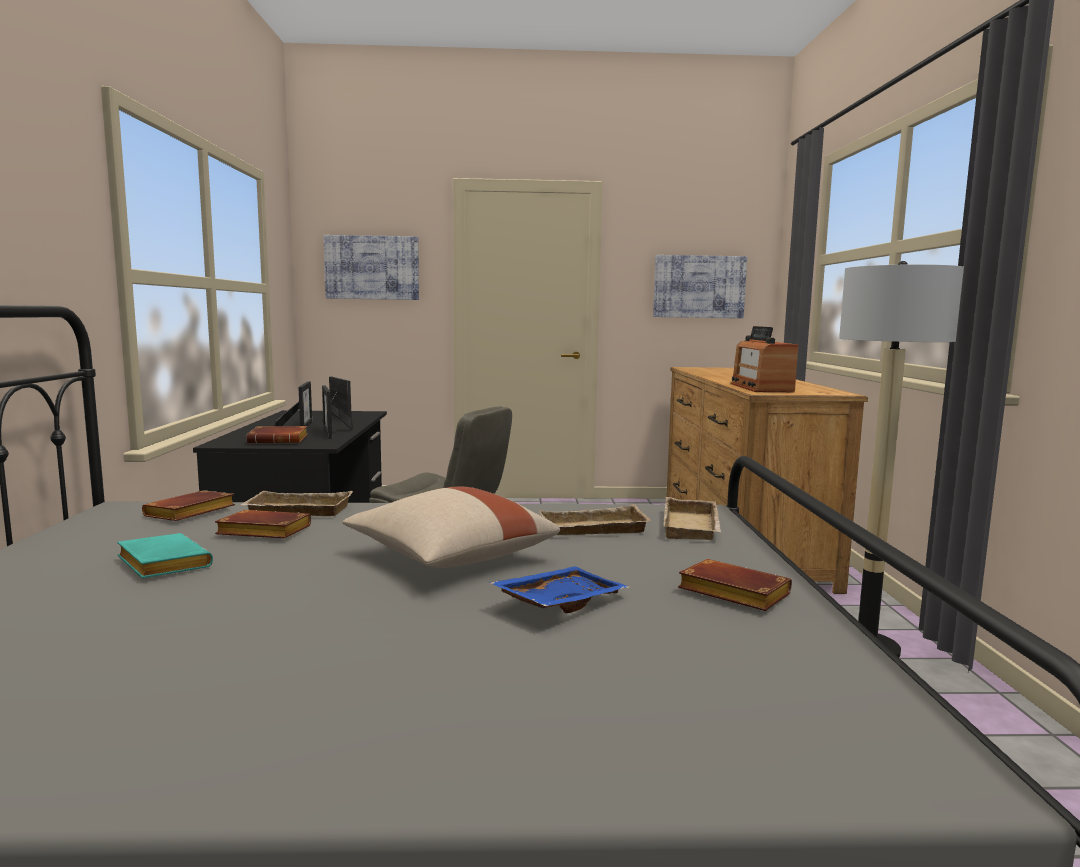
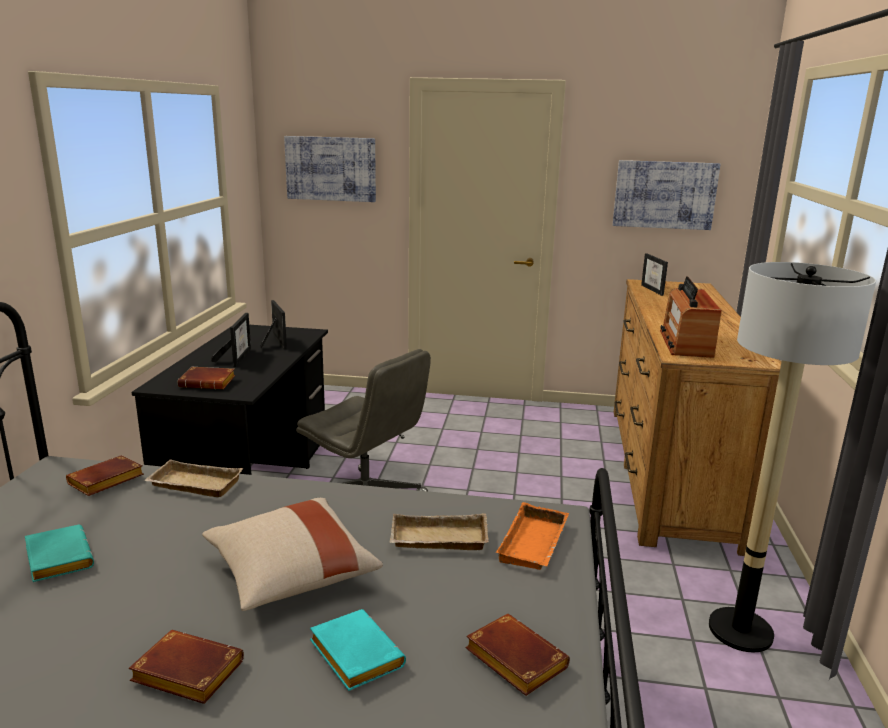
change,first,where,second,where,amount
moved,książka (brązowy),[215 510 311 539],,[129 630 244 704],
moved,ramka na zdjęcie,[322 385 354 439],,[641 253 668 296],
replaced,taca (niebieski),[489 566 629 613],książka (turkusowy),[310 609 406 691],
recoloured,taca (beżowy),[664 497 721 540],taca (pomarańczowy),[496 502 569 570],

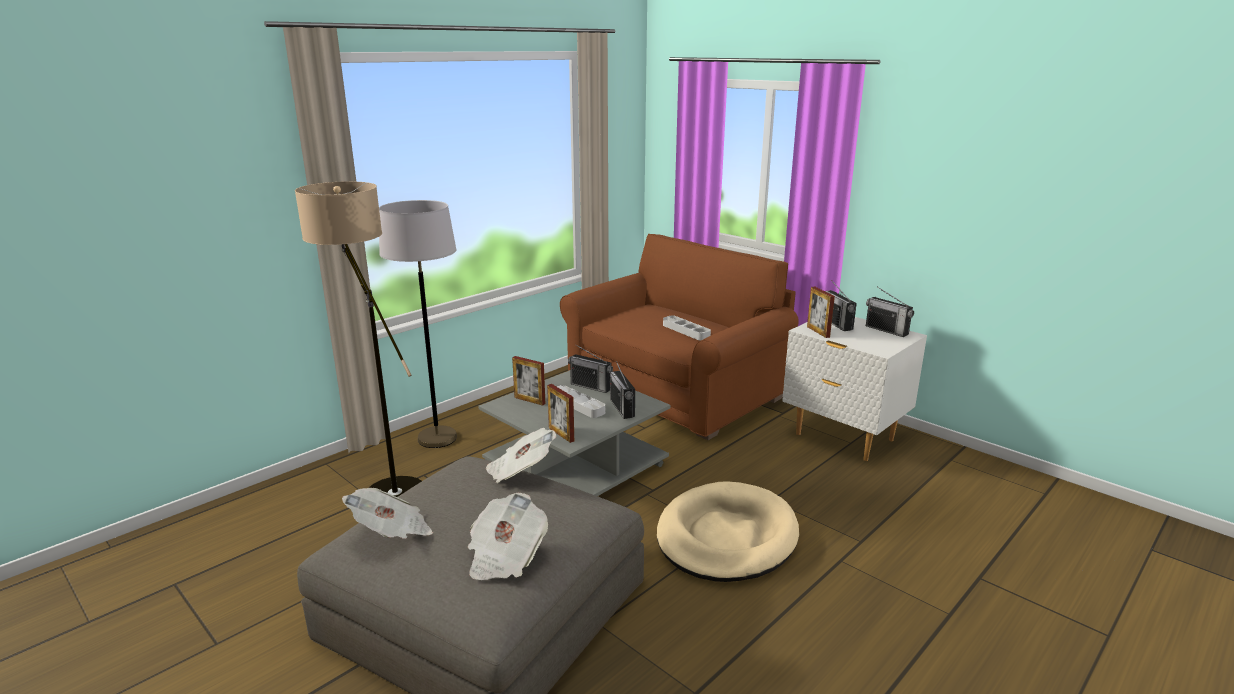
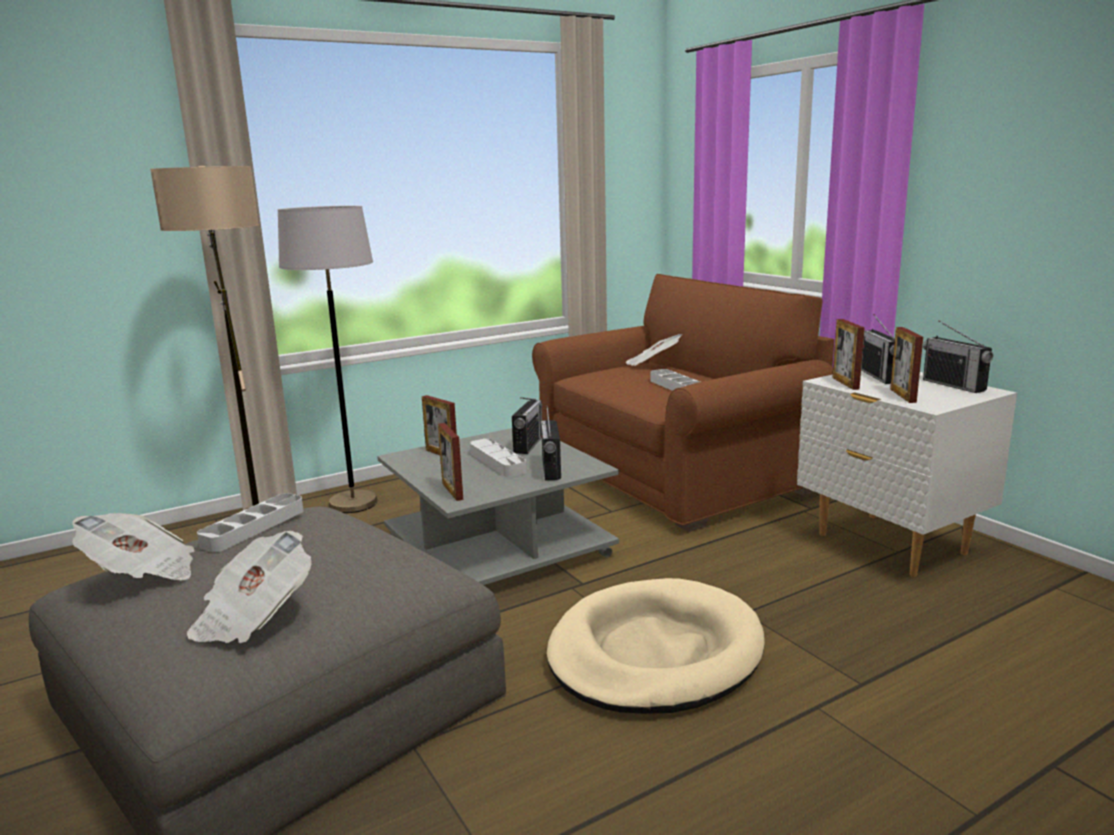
change,first,where,second,where,amount
moved,gazeta,[486 428 556 483],,[625 334 683 366],
turned,radio,[568 345 613 393],,[512 397 542 454],120 degrees counterclockwise
added,,,taca (szary),[197 493 304 552],
added,,,ramka na zdjęcie,[890 327 923 403],

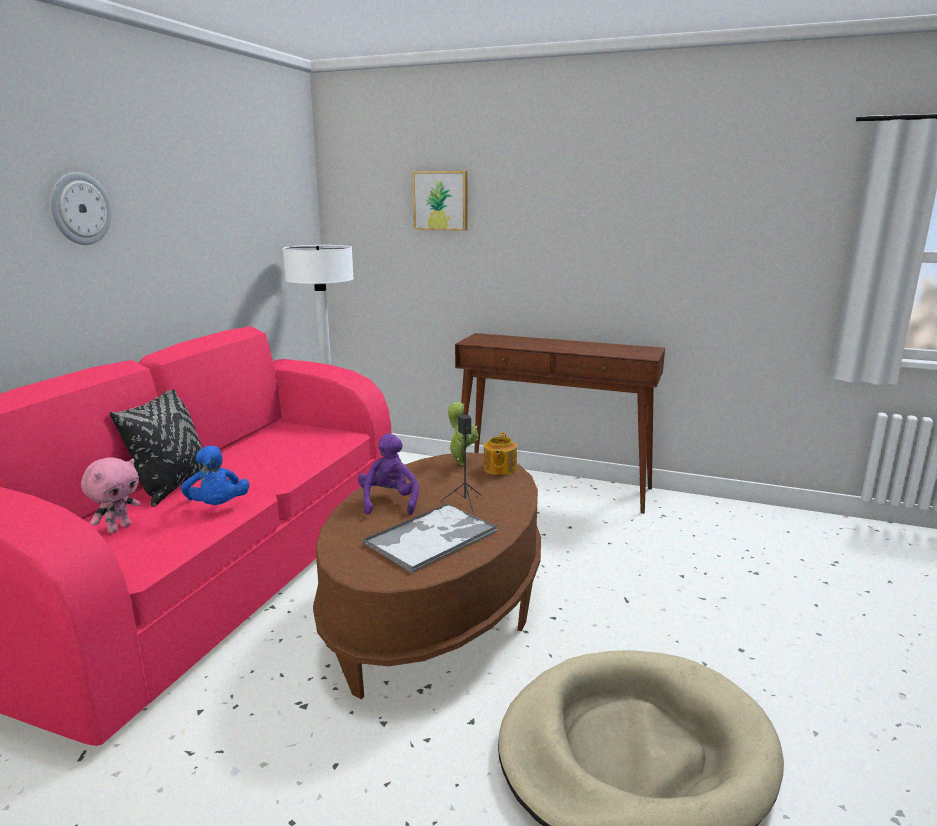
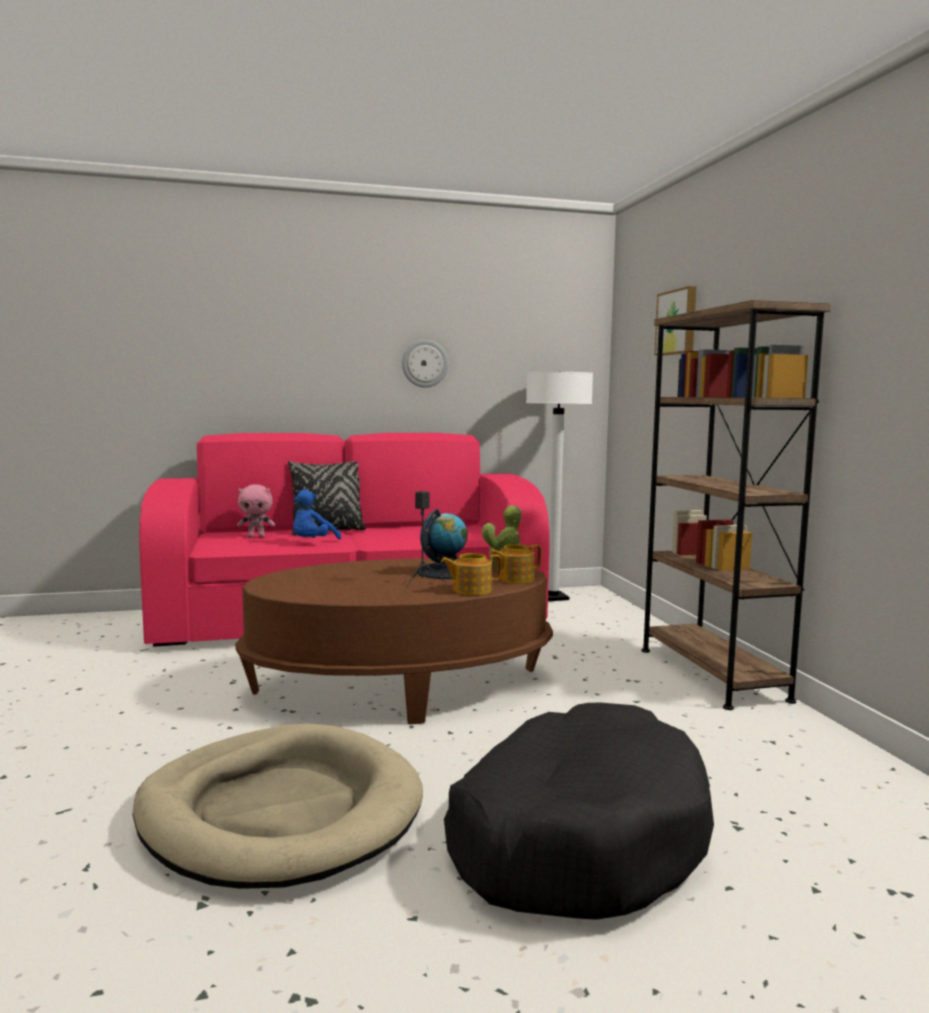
change,first,where,second,where,amount
moved,zegar ścienny,[50 172 112 245],,[402 340 448 388],
removed,pluszak (fioletowy),[358 433 419 515],,,
removed,taca,[363 503 498 574],,,
replaced,stolik konsolowy (brązowy),[455 333 665 514],regał (brązowy),[641 300 831 710],
added,,,globus,[417 509 468 579],
added,,,imbryk,[441 553 502 595],
added,,,legowisko (czarny),[444 703 714 920],

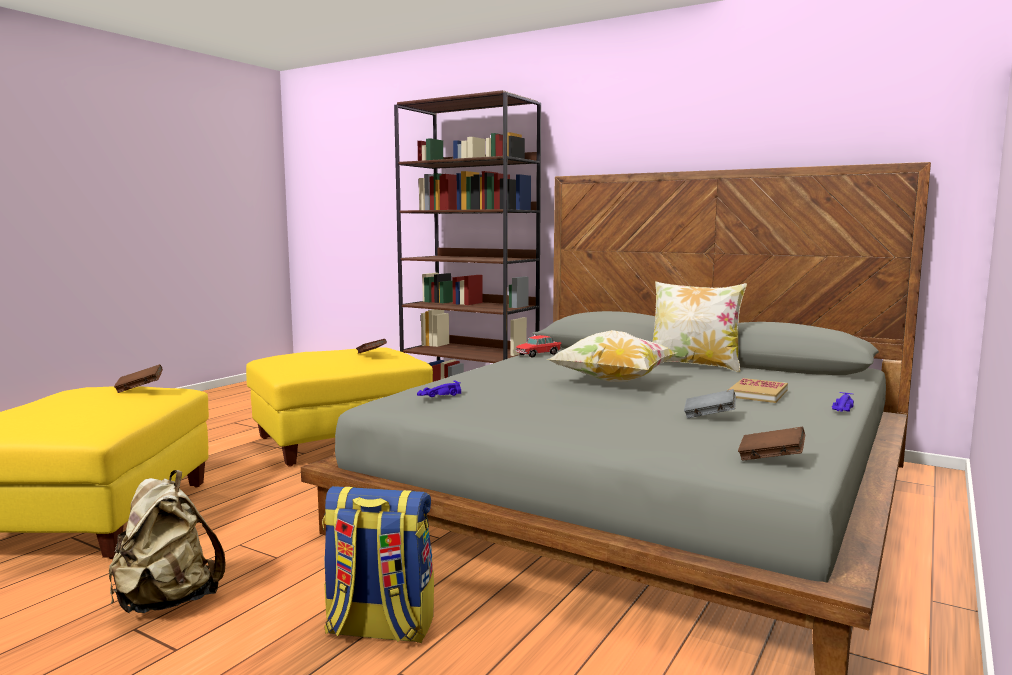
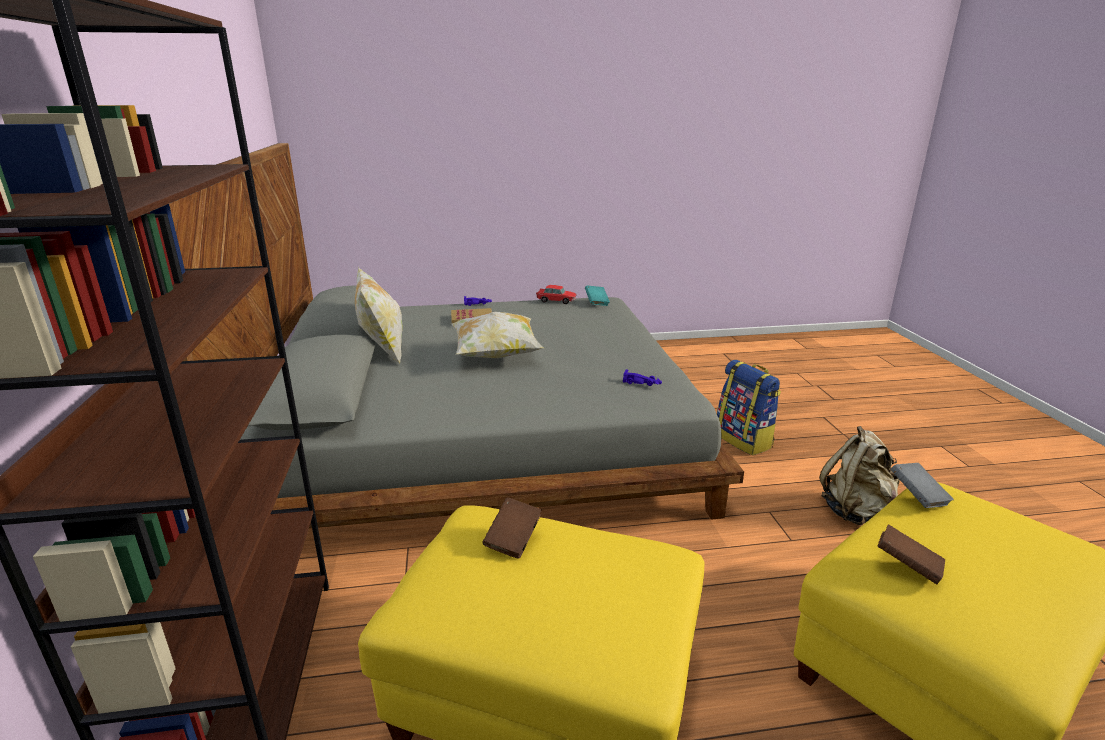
change,first,where,second,where,amount
moved,samochodzik,[515 335 562 358],,[536 285 577 304],
moved,książka (szary),[684 389 736 418],,[891 463 954 508],
recoloured,książka (brązowy),[738 427 805 460],książka (turkusowy),[585 286 610 306],

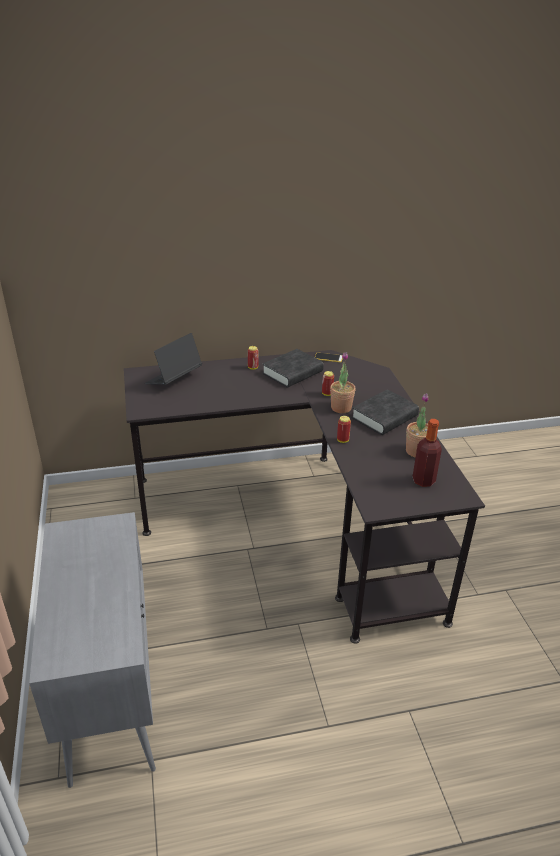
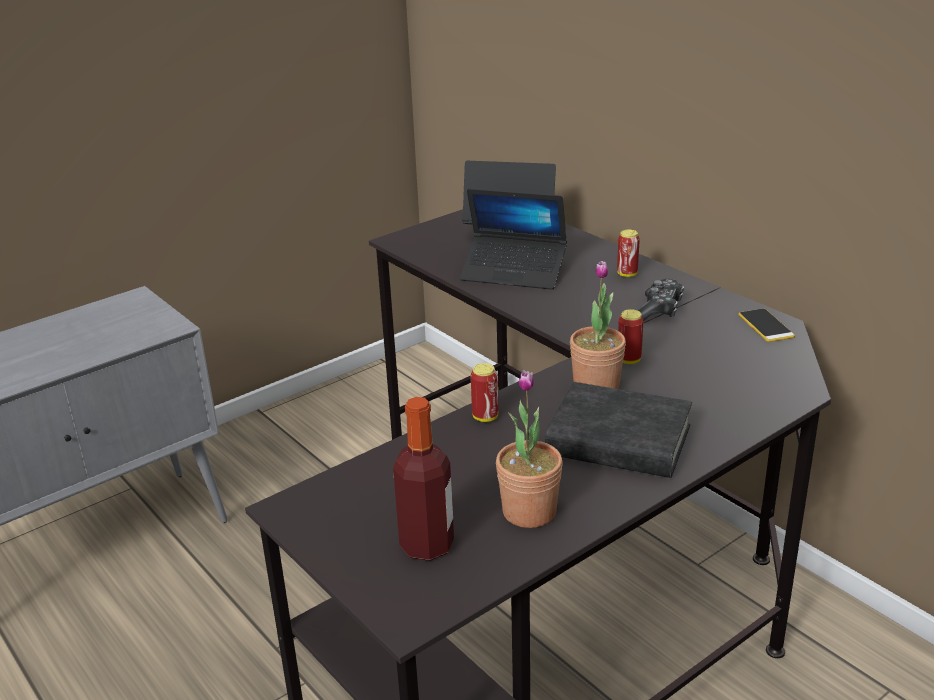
change,first,where,second,where,amount
replaced,książka (czarny),[262 349 324 388],pad do gier,[637 279 684 321],
added,,,laptop,[459 189 567 290],

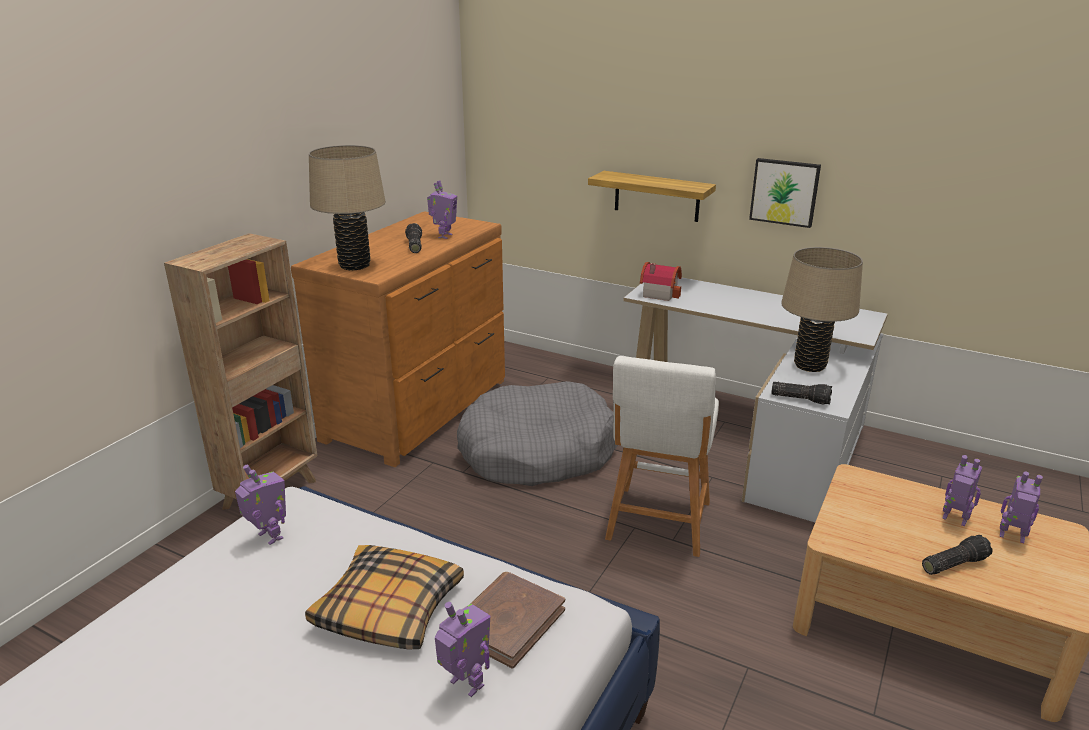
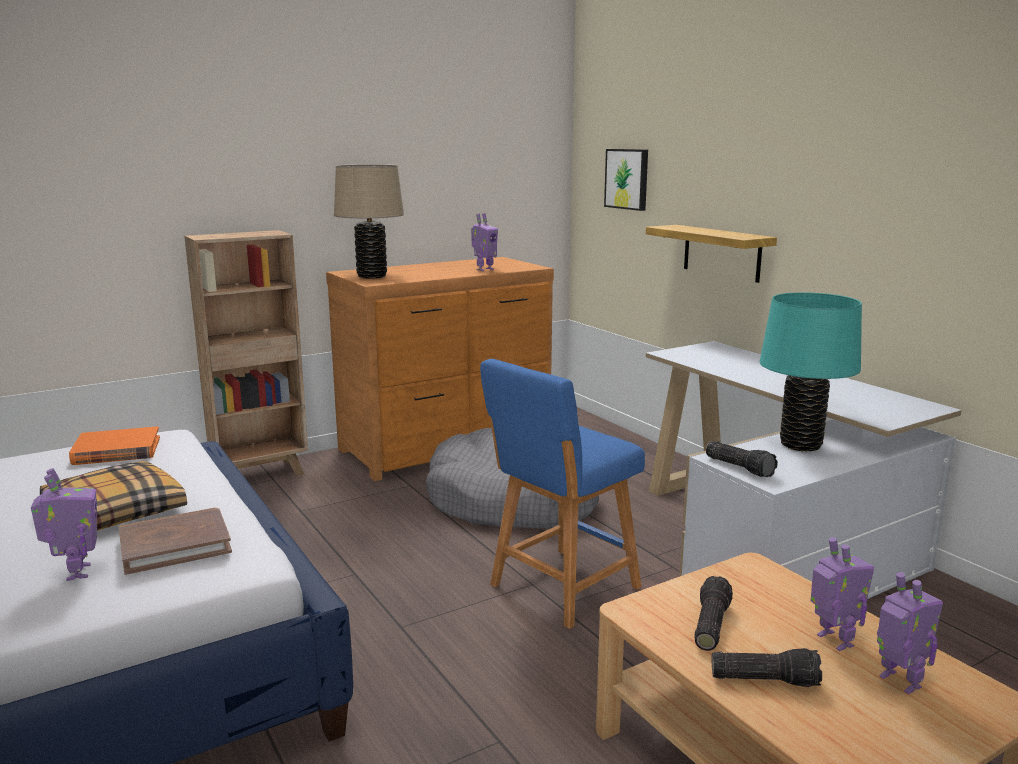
change,first,where,second,where,amount
replaced,robot zabawkowy,[235 465 286 545],książka (pomarańczowy),[69 426 160 465],
moved,latarka,[405 223 422 253],,[694 576 733 651],
recoloured,stołek (biały),[605 356 719 557],stołek (niebieski),[480 359 645 629],
removed,domek,[640 262 682 301],,,
moved,obraz,[749 158 821 228],,[604 149 648 211],
recoloured,lampa stołowa (beżowy),[781 247 863 372],lampa stołowa (turkusowy),[760 292 862 452],

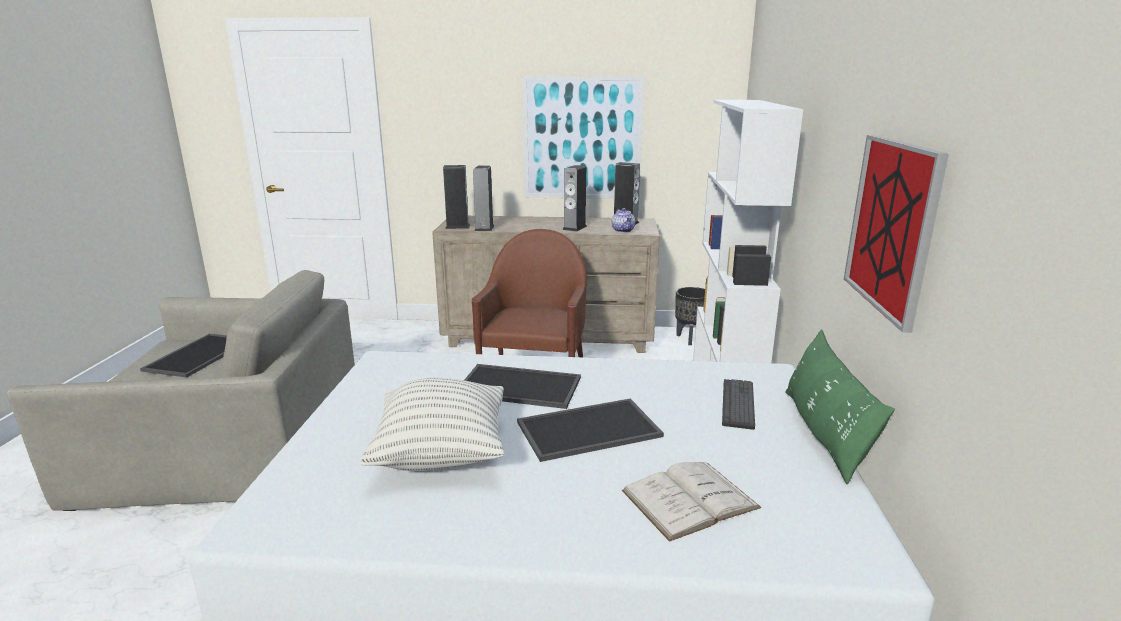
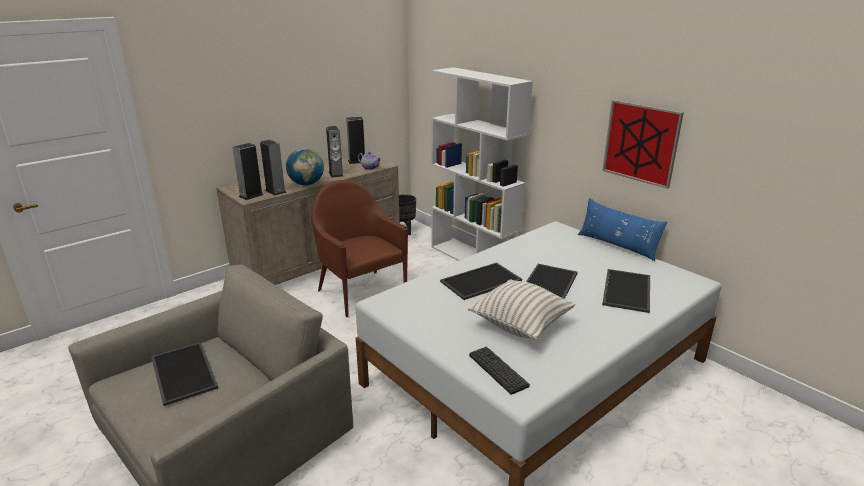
change,first,where,second,where,amount
removed,obraz,[522 76 645 199],,,
replaced,książka (biały),[622 462 761 542],taca,[602 269 650 313],
moved,klawiatura,[722 379 755 430],,[469 347 530 395],
recoloured,poduszka (zielony),[785 330 895 484],poduszka (niebieski),[578 198 667 261],
added,,,globus,[286 148 324 185],

